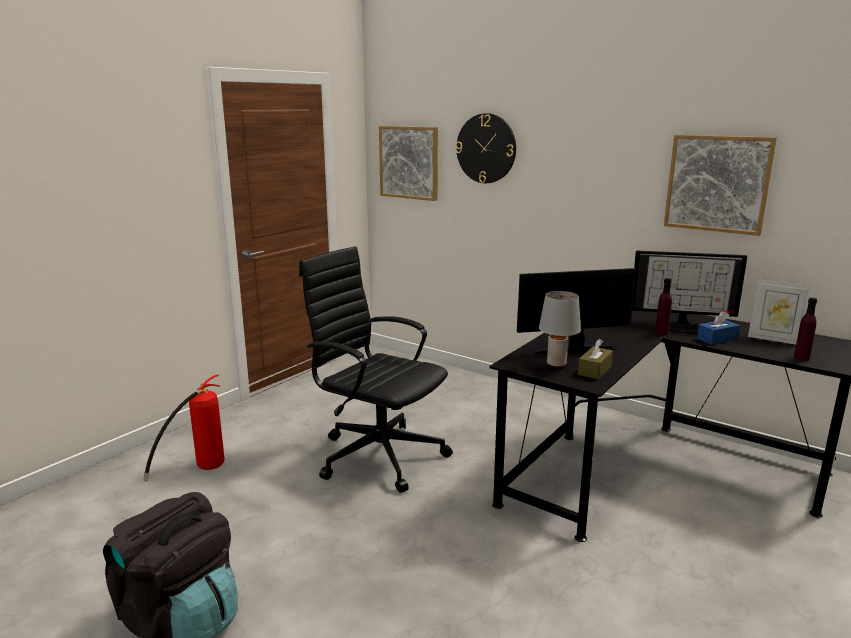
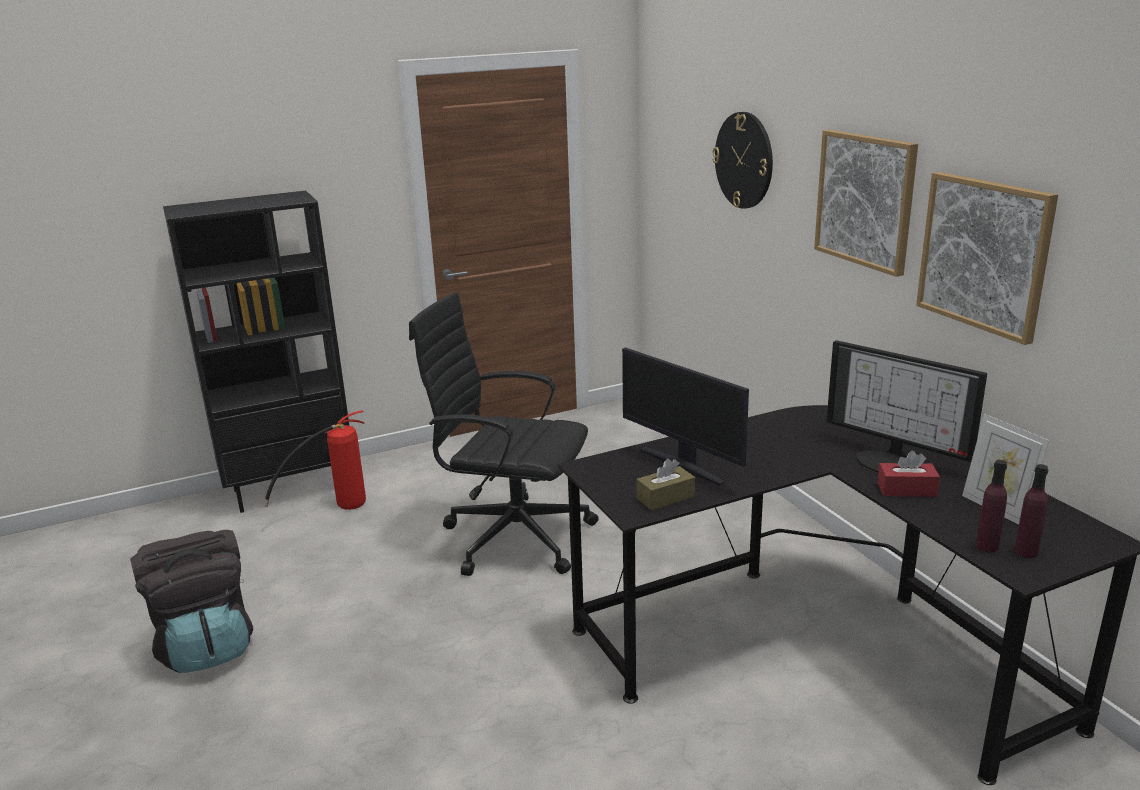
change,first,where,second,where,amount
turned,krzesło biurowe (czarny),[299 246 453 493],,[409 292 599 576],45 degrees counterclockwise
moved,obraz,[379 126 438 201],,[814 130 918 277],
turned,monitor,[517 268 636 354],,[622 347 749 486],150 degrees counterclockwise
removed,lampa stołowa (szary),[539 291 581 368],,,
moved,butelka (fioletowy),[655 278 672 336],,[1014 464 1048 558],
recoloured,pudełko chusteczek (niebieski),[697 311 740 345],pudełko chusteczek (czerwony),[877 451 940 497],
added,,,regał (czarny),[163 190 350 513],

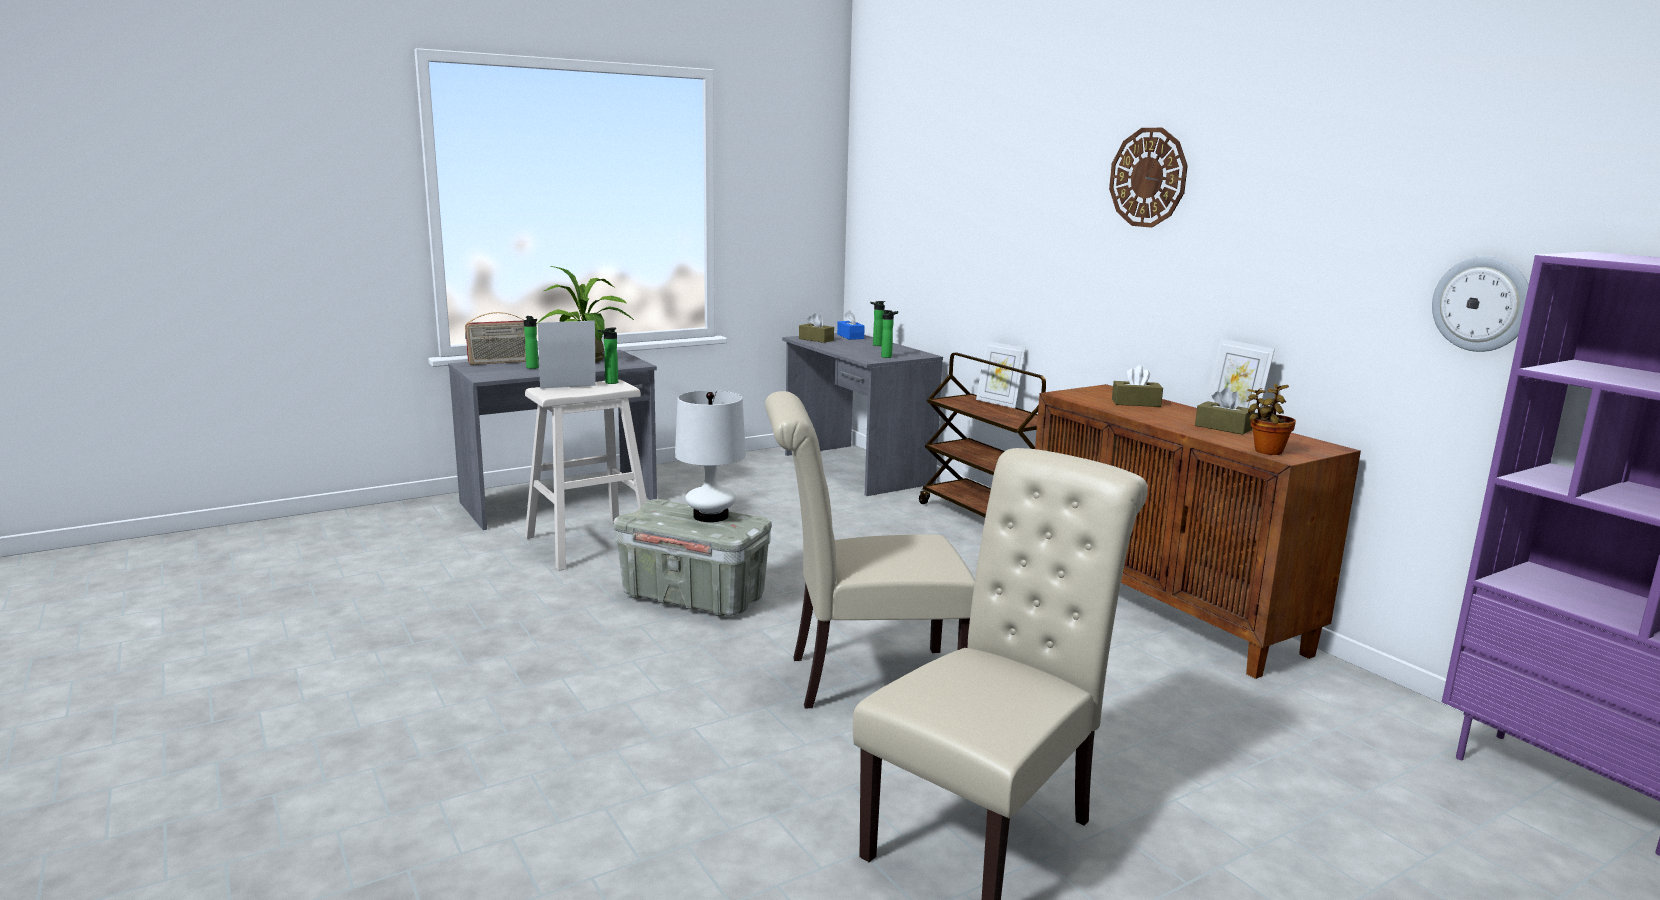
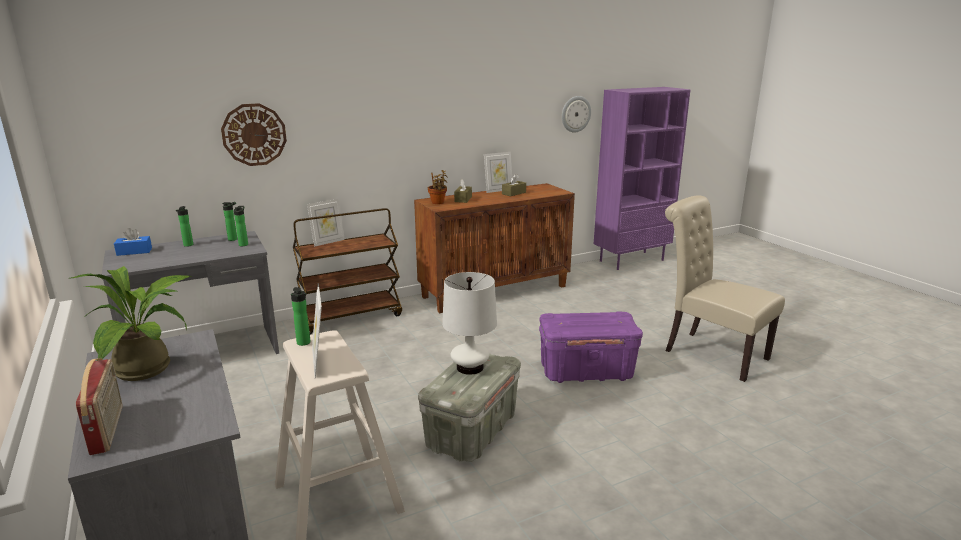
change,first,where,second,where,amount
moved,butelka,[524 316 539 369],,[222 202 237 241],
replaced,krzesło (beżowy),[765 391 975 709],pojemnik do przechowywania (fioletowy),[539 312 643 383],
removed,pudełko chusteczek (brązowy),[799 313 834 343],,,
moved,zegar ścienny,[1109 128 1188 228],,[221 103 287 166],
moved,roślina doniczkowa,[1246 383 1296 455],,[428 170 448 204],

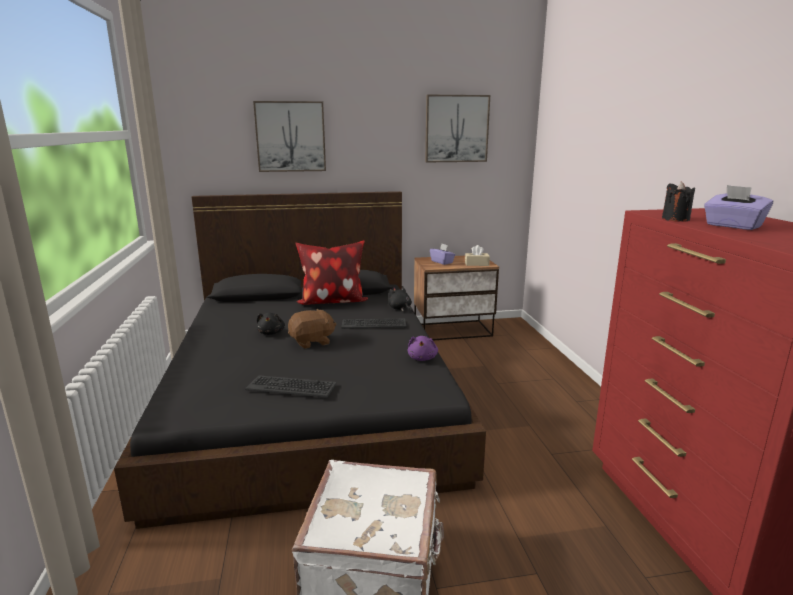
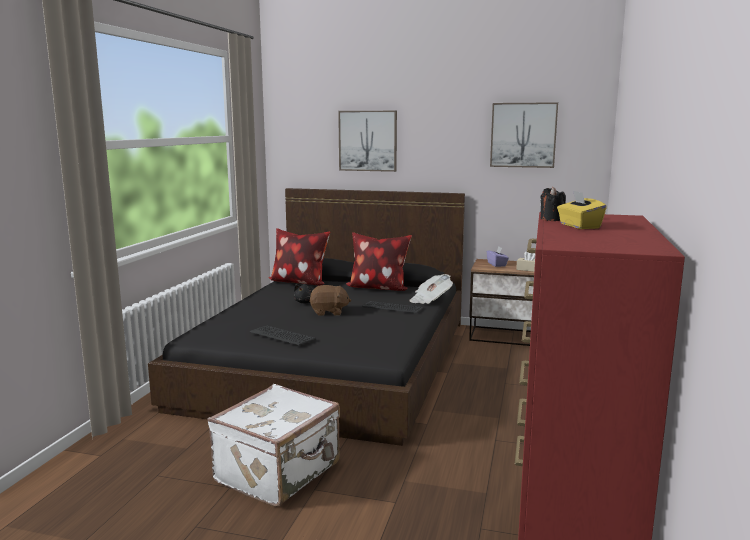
change,first,where,second,where,amount
replaced,pluszak (czarny),[388 286 413 312],gazeta,[409 274 453 304],
removed,pluszak (fioletowy),[407 336 438 361],,,
recoloured,pudełko chusteczek (fioletowy),[704 185 773 230],pudełko chusteczek (żółty),[557 190 607 229],
added,,,poduszka,[269 228 330 285],

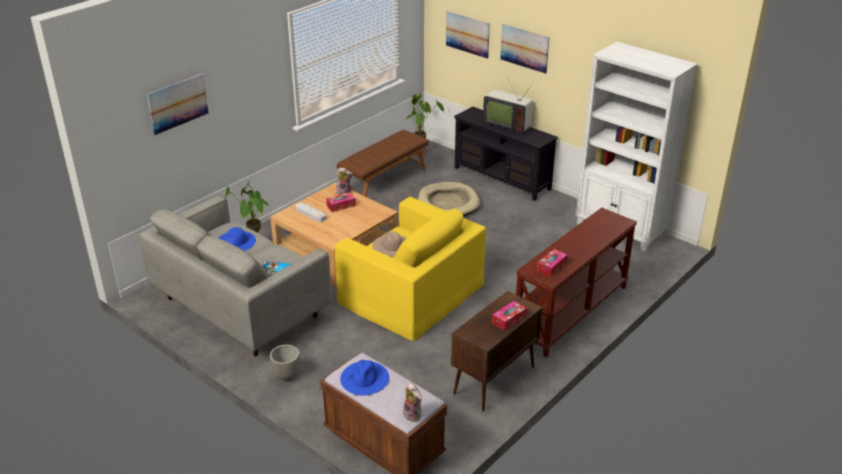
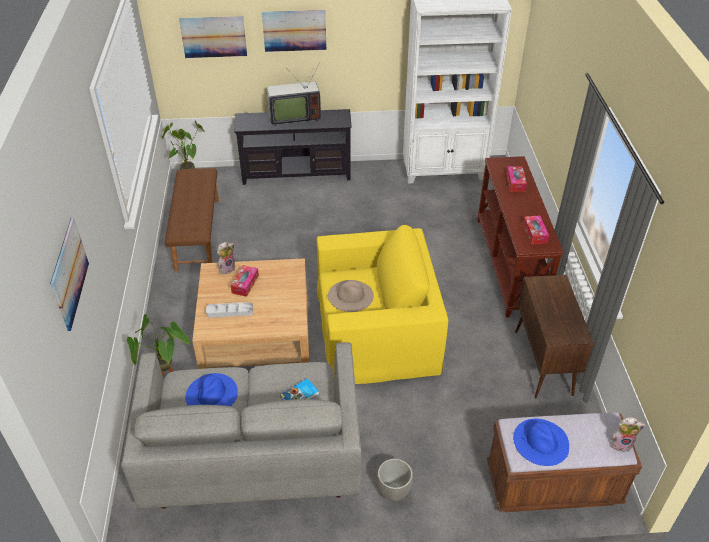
change,first,where,second,where,amount
removed,legowisko (beżowy),[418 182 480 217],,,
moved,pudełko chusteczek,[492 301 527 331],,[506 166 527 192],

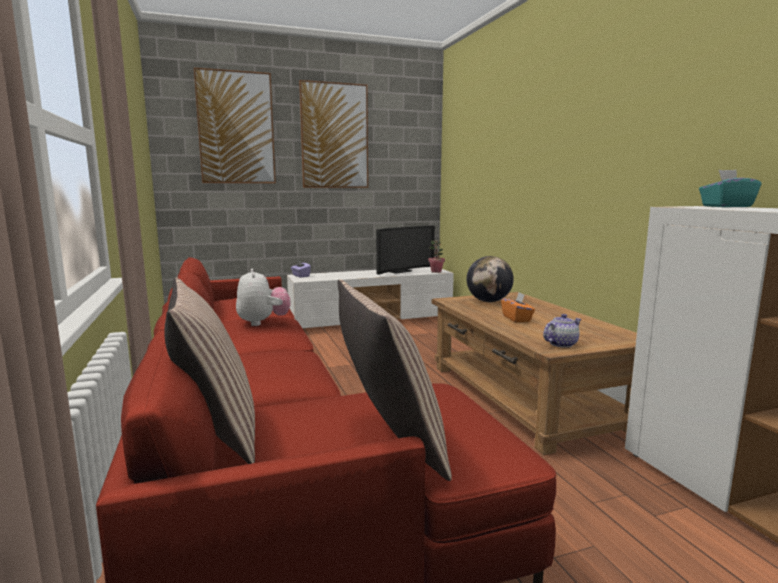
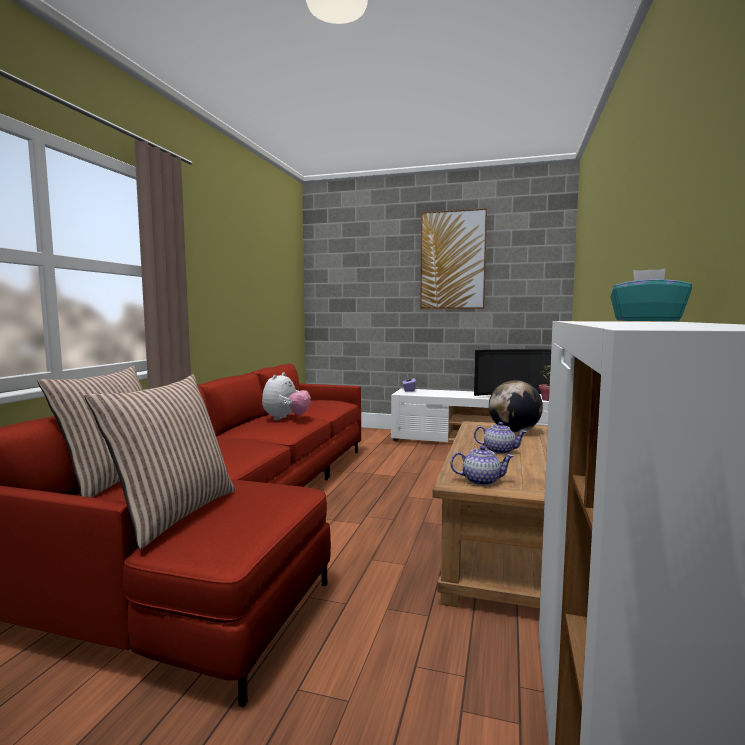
change,first,where,second,where,amount
removed,obraz,[194 68 276 183],,,
replaced,pudełko chusteczek (pomarańczowy),[501 293 535 323],imbryk,[474 422 527 454],

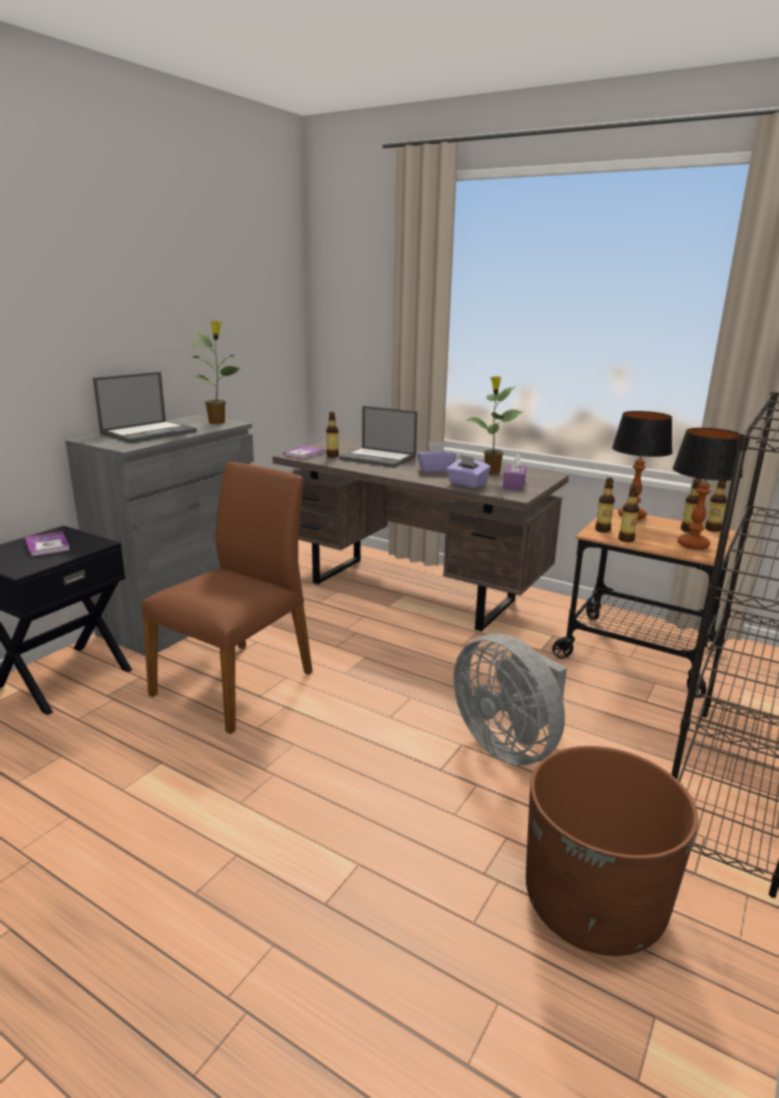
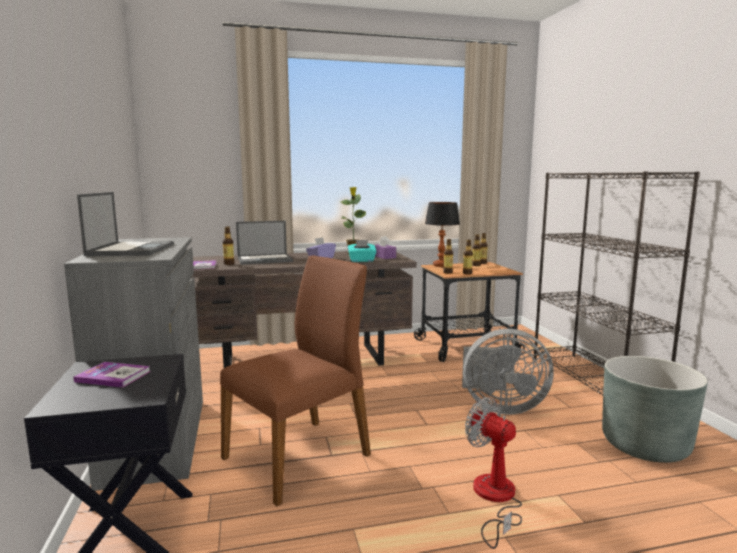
change,first,where,second,where,amount
turned,krzesło (brązowy),[142 462 313 734],,[220 256 371 506],60 degrees clockwise
removed,roślina doniczkowa,[189 321 241 424],,,
recoloured,pudełko chusteczek (fioletowy),[446 454 491 489],pudełko chusteczek (turkusowy),[348 240 377 262],
recoloured,donica (brązowy),[526 746 698 956],donica (szary),[602 356 708 463],
removed,lampa stołowa,[673 428 743 550],,,
added,,,wentylator,[465 397 522 549],

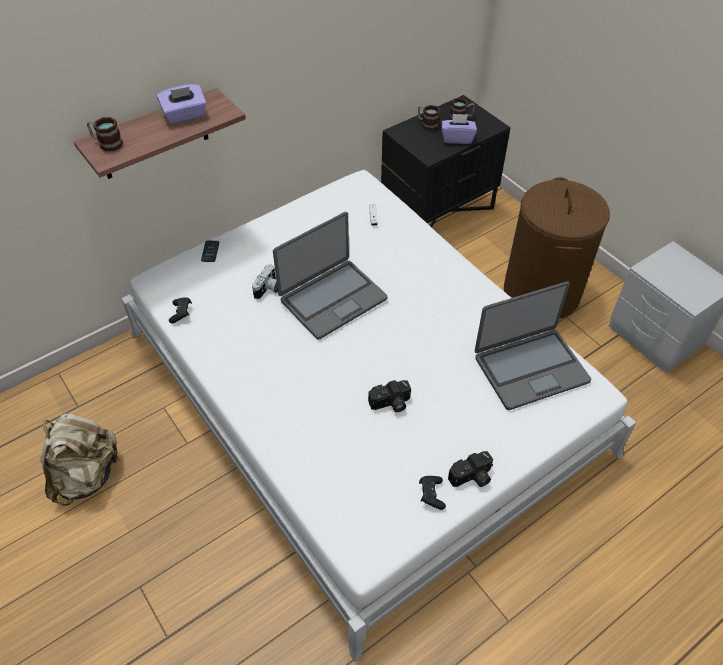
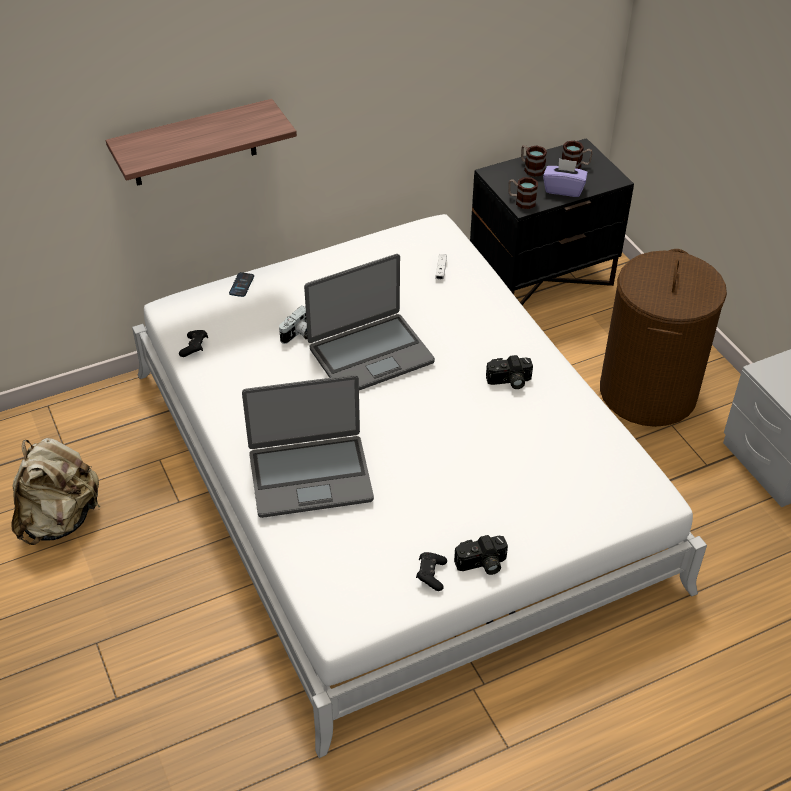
change,first,where,second,where,amount
moved,kubek,[87 117 123 152],,[508 177 538 209],
removed,pudełko chusteczek (fioletowy),[157 84 207 124],,,
moved,aparat fotograficzny,[368 380 411 412],,[486 355 533 389],
moved,laptop,[475 281 591 410],,[242 375 374 518],

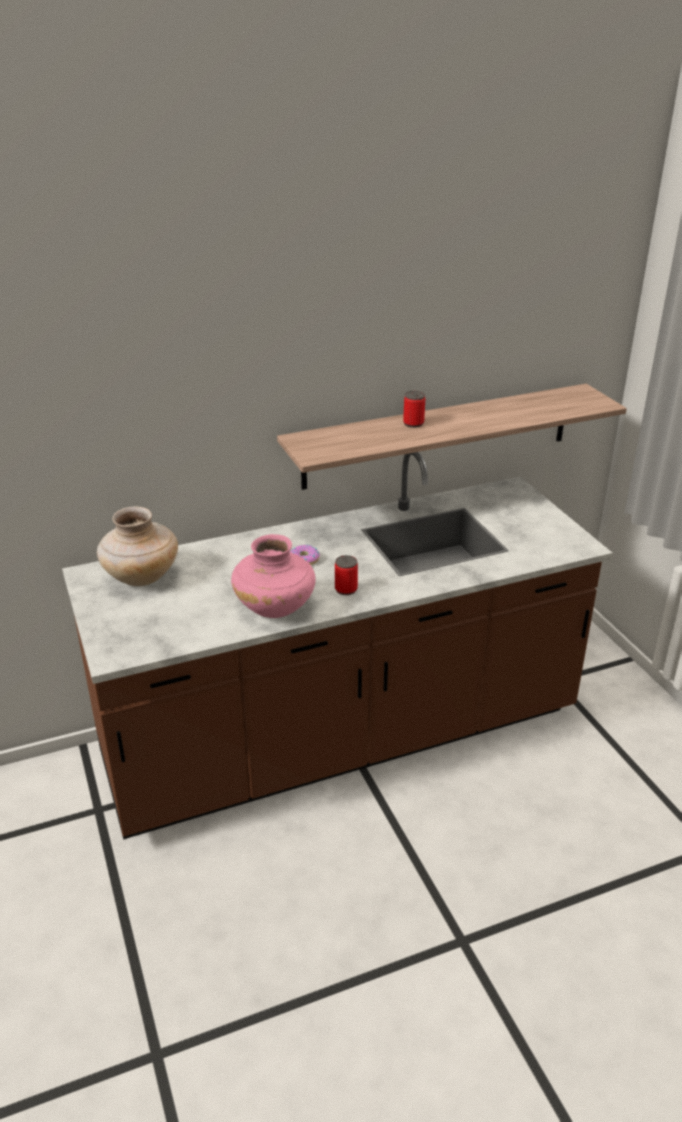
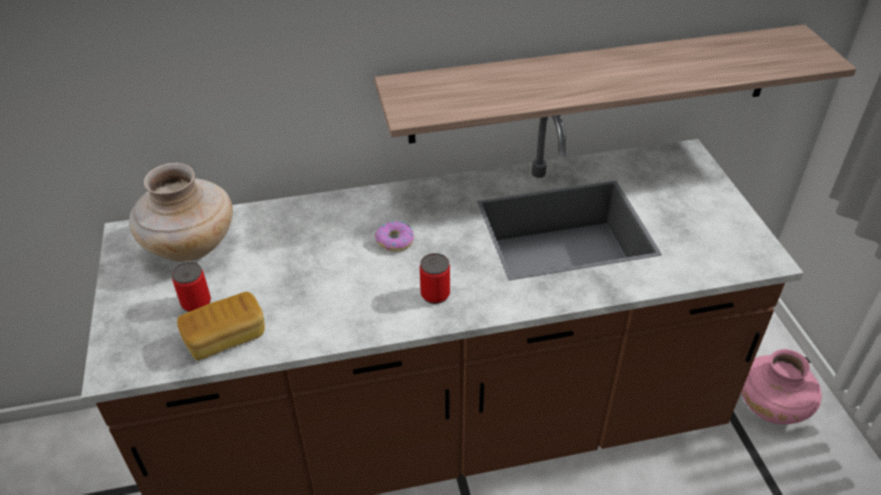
change,first,where,second,where,amount
moved,wazon (różowy),[231 534 316 618],,[741 349 822 424],
moved,puszka,[403 391 425 428],,[172 262 211 312],
added,,,chleb,[177 292 265 360],

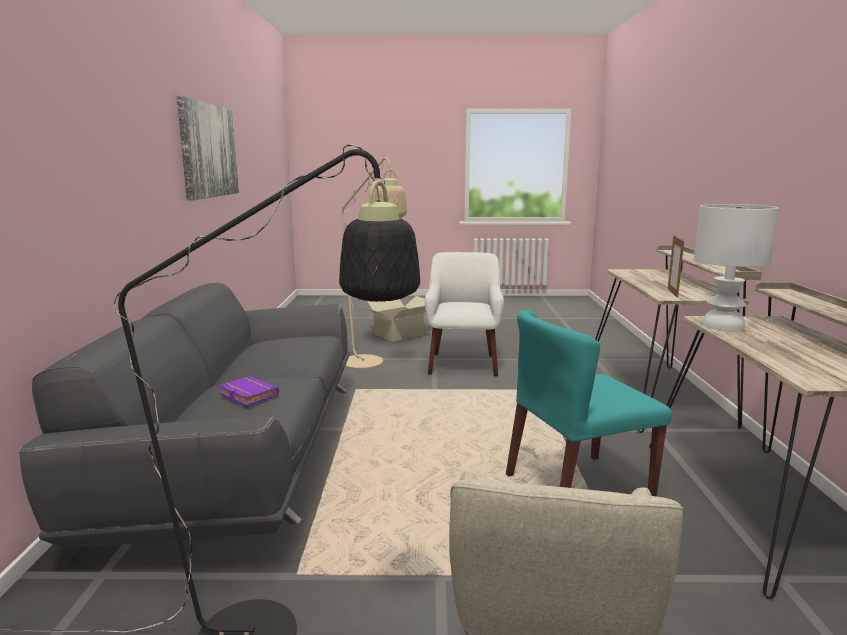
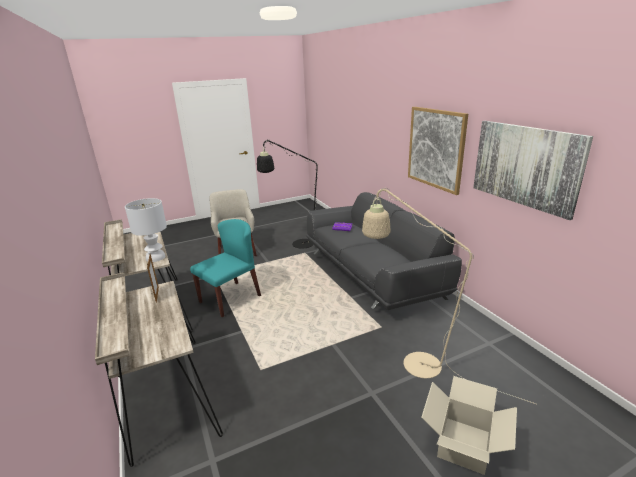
change,first,where,second,where,amount
removed,fotel (biały),[425 252 504 376],,,
added,,,obraz,[408 107 468 195],

